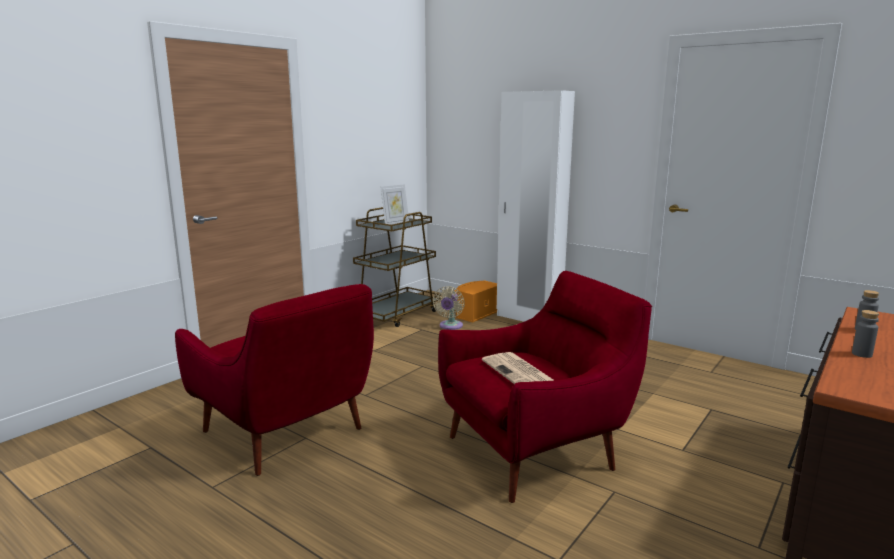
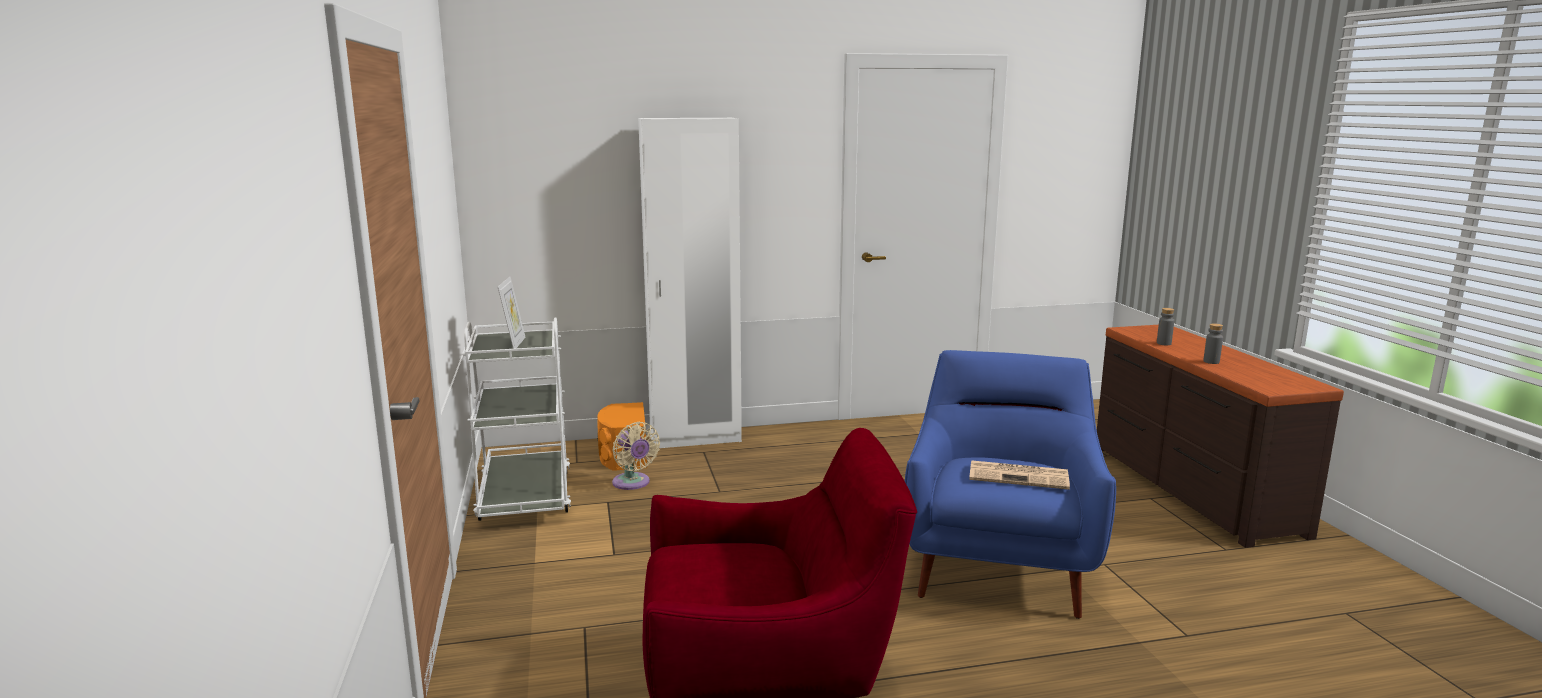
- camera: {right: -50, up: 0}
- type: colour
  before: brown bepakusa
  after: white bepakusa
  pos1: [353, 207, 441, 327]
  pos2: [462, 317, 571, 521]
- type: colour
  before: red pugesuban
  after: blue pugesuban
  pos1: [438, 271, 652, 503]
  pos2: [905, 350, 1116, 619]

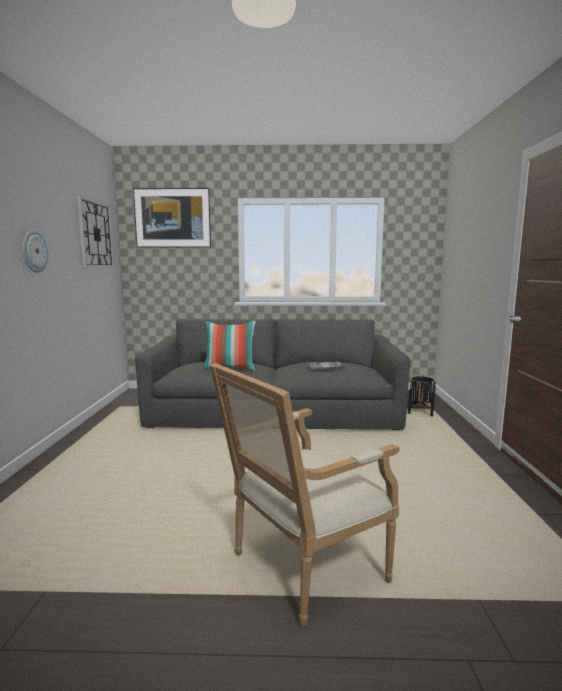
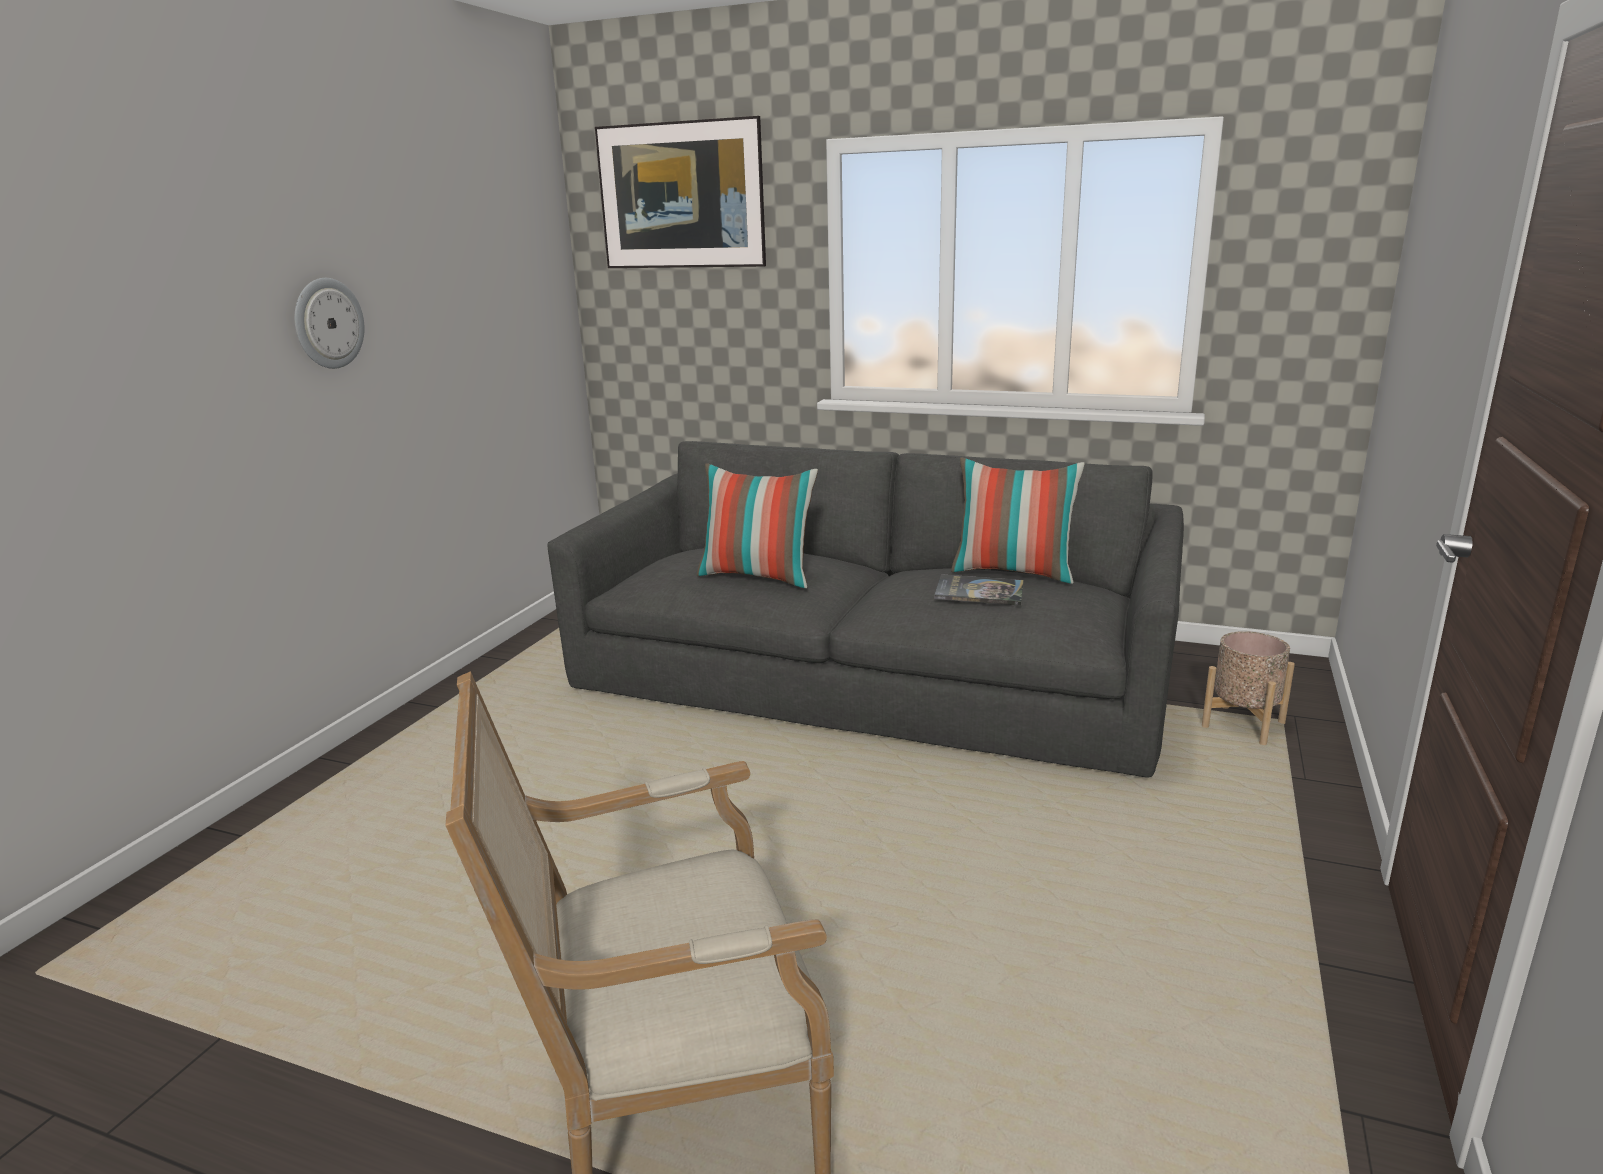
- camera: {right: 20, up: 10}
- type: appeared
  after: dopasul
  pos2: [951, 458, 1085, 584]
- type: colour
  before: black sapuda
  after: beige sapuda
  pos1: [408, 376, 436, 416]
  pos2: [1202, 631, 1295, 745]
- type: missing
  before: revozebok
  pos1: [77, 196, 114, 267]

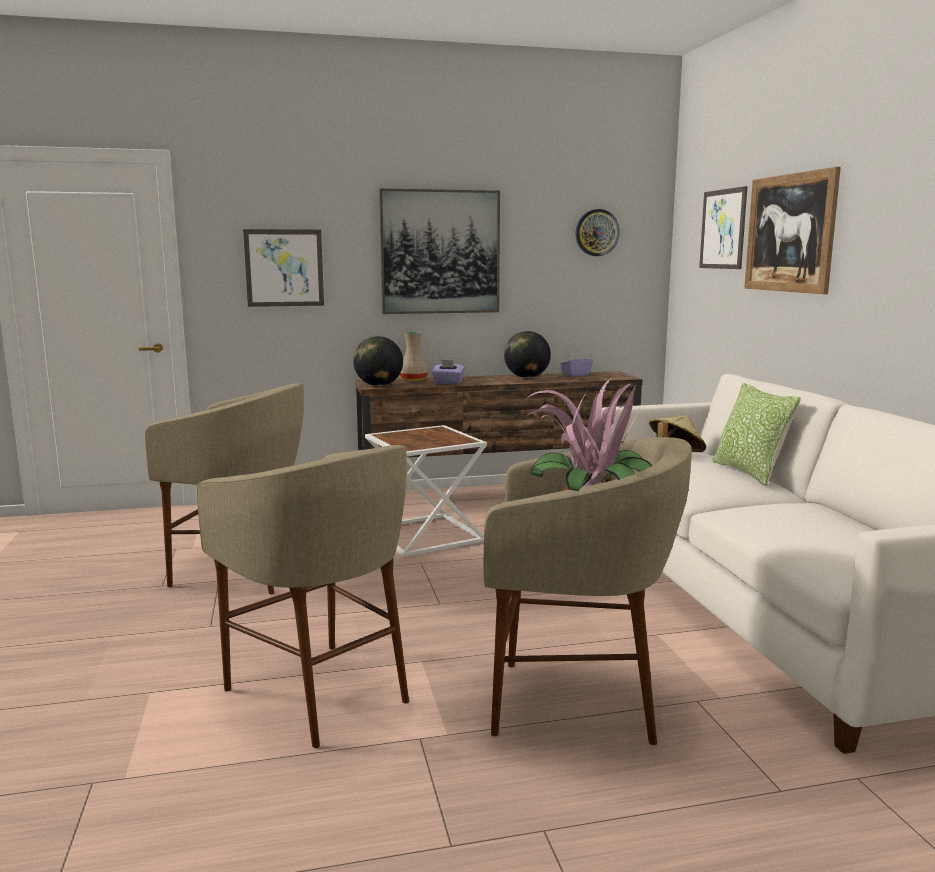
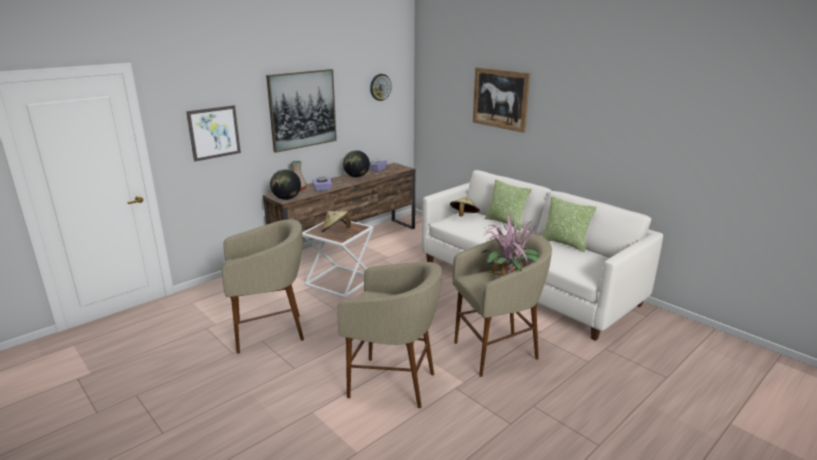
- camera: {right: -30, up: 10}
- type: appeared
  after: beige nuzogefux
  pos2: [322, 211, 351, 232]
- type: appeared
  after: dopasul
  pos2: [542, 196, 596, 252]
- type: missing
  before: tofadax
  pos1: [699, 186, 748, 269]

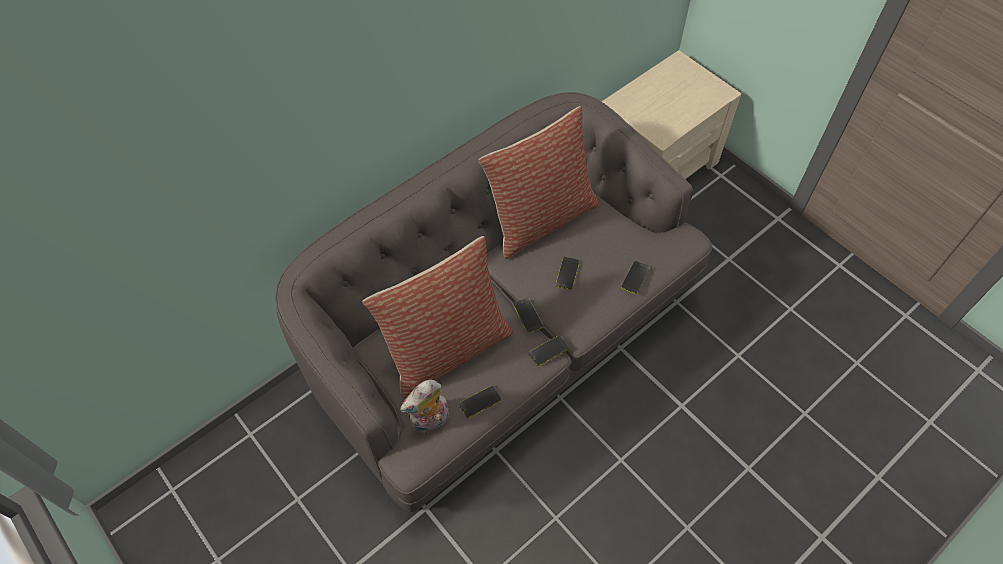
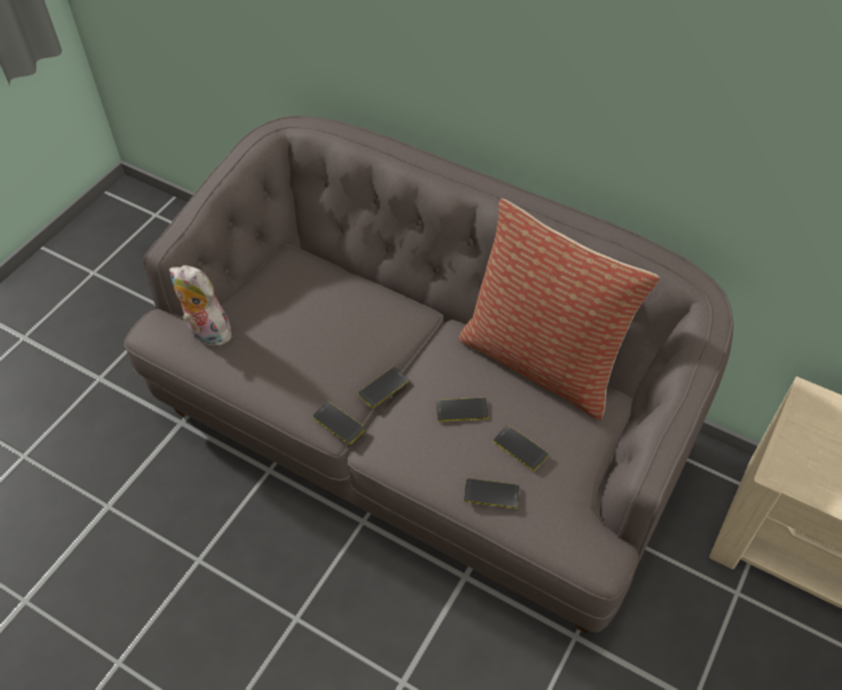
- camera: {right: 70, up: -5}
- type: relocated
  before: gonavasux
  pos1: [459, 386, 501, 418]
  pos2: [493, 425, 548, 471]
- type: missing
  before: dopasul
  pos1: [362, 236, 513, 398]

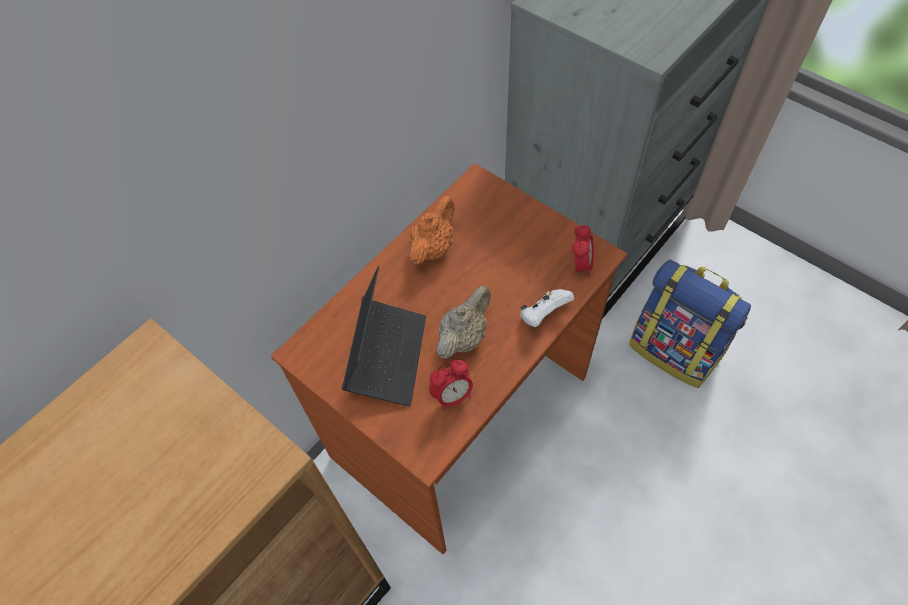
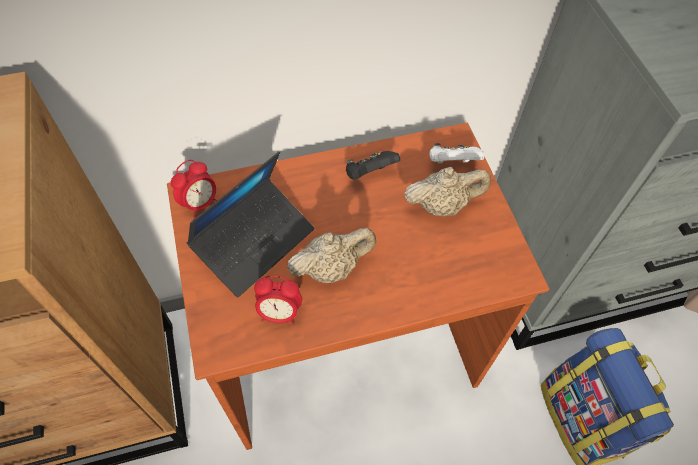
- camera: {right: 30, up: 0}
- type: relocated
  before: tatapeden
  pos1: [572, 225, 594, 277]
  pos2: [171, 160, 217, 217]
- type: exchanged
  before: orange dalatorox
  after: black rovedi
  pos1: [409, 196, 455, 264]
  pos2: [346, 151, 400, 180]
- type: appeared
  after: beige dalatorox
  pos2: [404, 167, 491, 216]
- type: relocated
  before: white rovedi
  pos1: [520, 289, 574, 327]
  pos2: [429, 143, 484, 164]

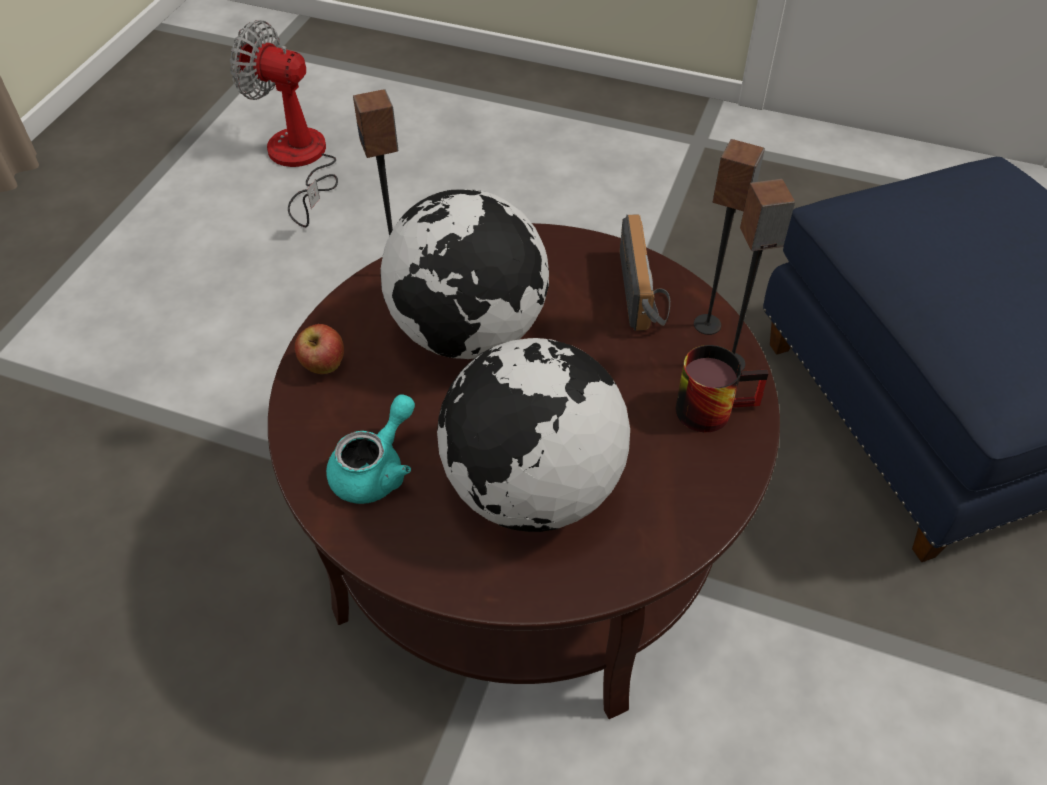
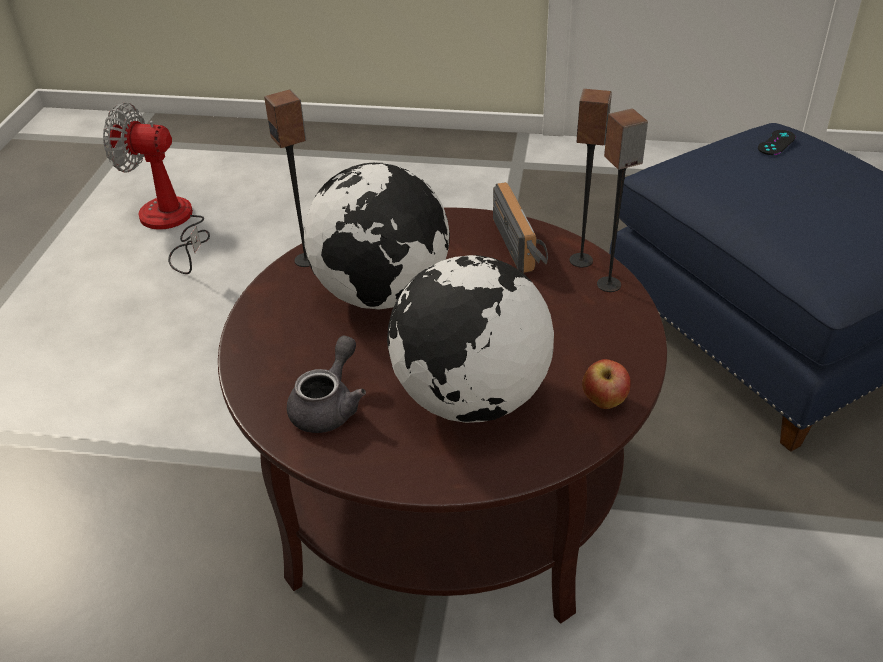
- camera: {right: -10, up: -10}
- type: colour
  before: turquoise dalatorox
  after: grey dalatorox
  pos1: [326, 394, 415, 504]
  pos2: [287, 335, 366, 433]
- type: relocated
  before: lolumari
  pos1: [295, 324, 344, 374]
  pos2: [582, 359, 631, 409]
- type: appeared
  after: black rovedi
  pos2: [758, 130, 796, 155]
- type: missing
  before: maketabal
  pos1: [675, 345, 768, 432]

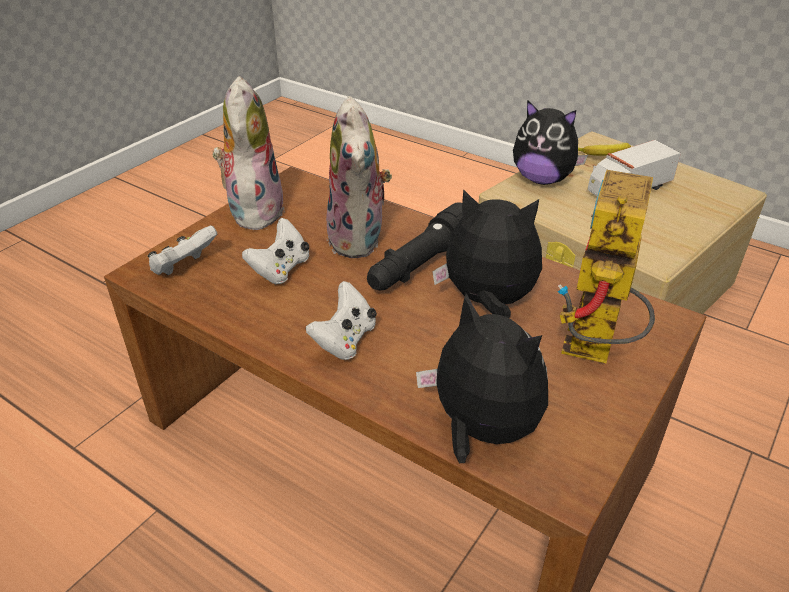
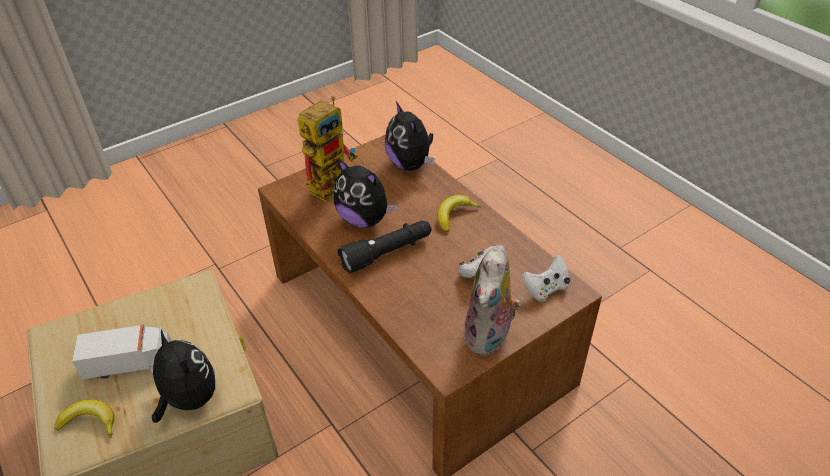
- camera: {right: -160, up: 5}
- type: exchanged
  before: white rovedi
  after: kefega
  pos1: [306, 281, 377, 360]
  pos2: [438, 195, 481, 233]
- type: missing
  before: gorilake
  pos1: [326, 96, 392, 258]

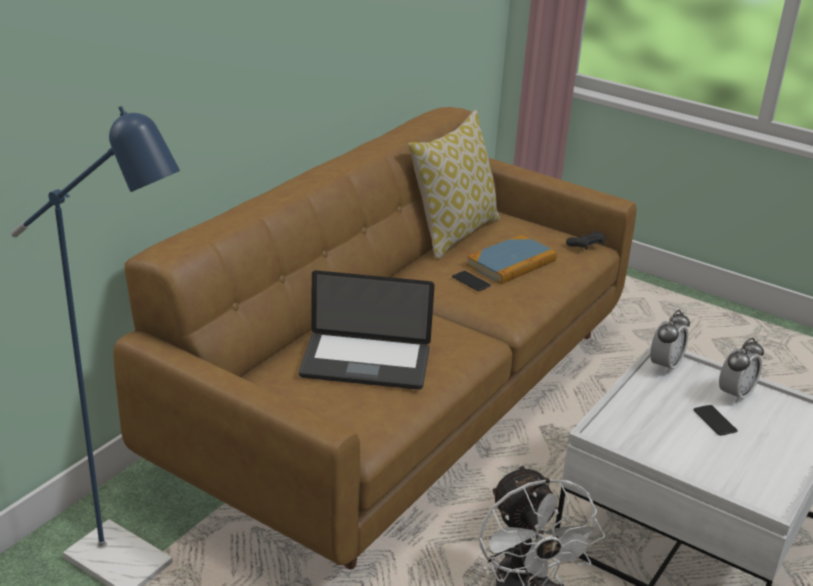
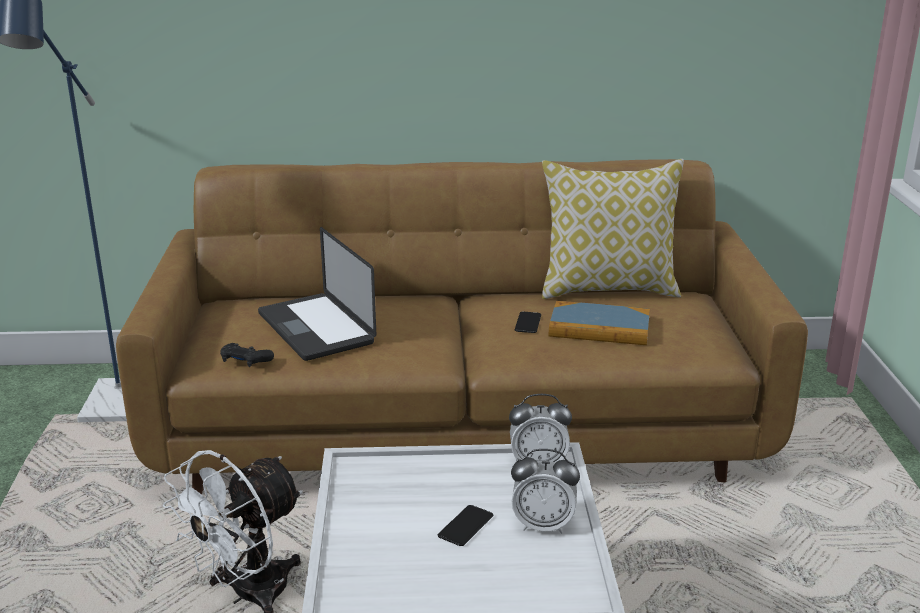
- camera: {right: 55, up: -5}
- type: relocated
  before: black rovedi
  pos1: [566, 231, 605, 250]
  pos2: [220, 343, 274, 367]

